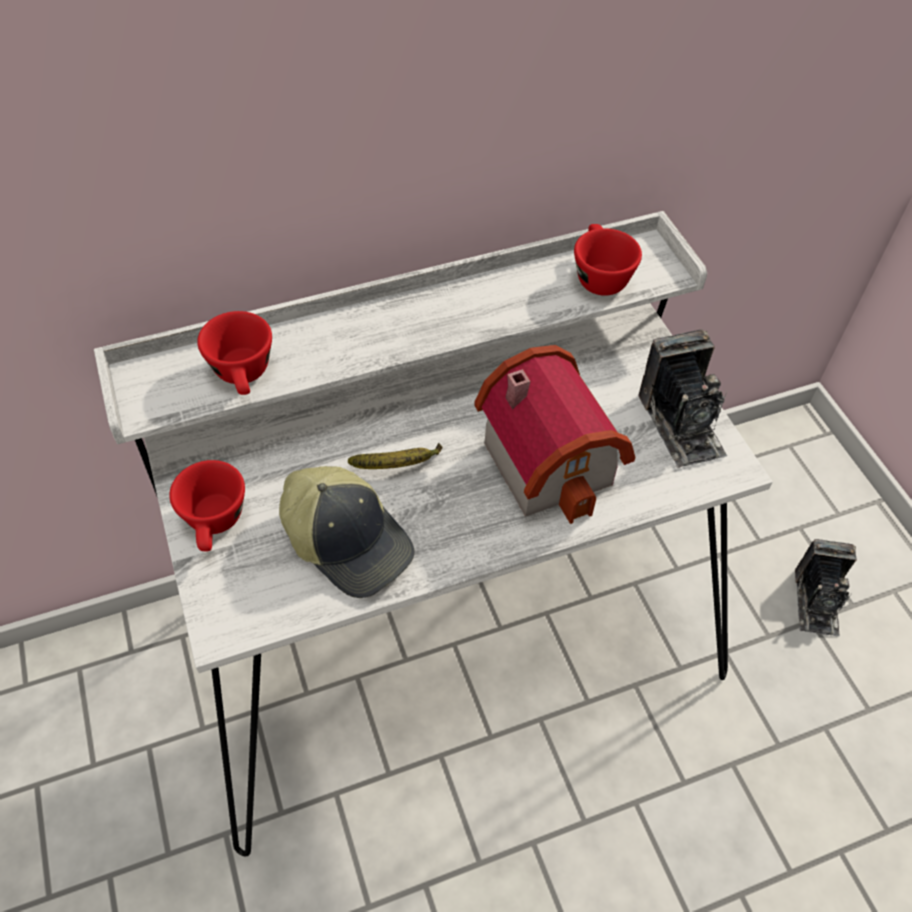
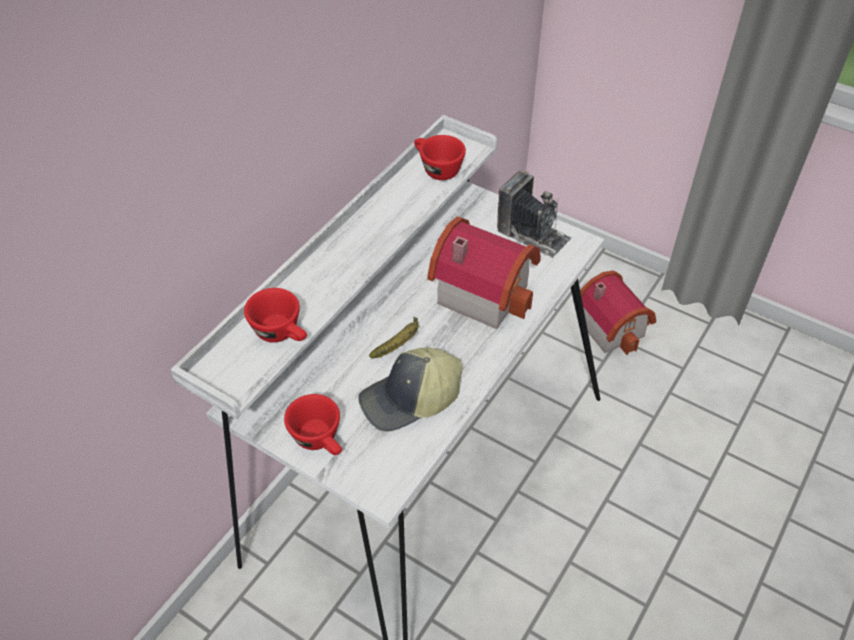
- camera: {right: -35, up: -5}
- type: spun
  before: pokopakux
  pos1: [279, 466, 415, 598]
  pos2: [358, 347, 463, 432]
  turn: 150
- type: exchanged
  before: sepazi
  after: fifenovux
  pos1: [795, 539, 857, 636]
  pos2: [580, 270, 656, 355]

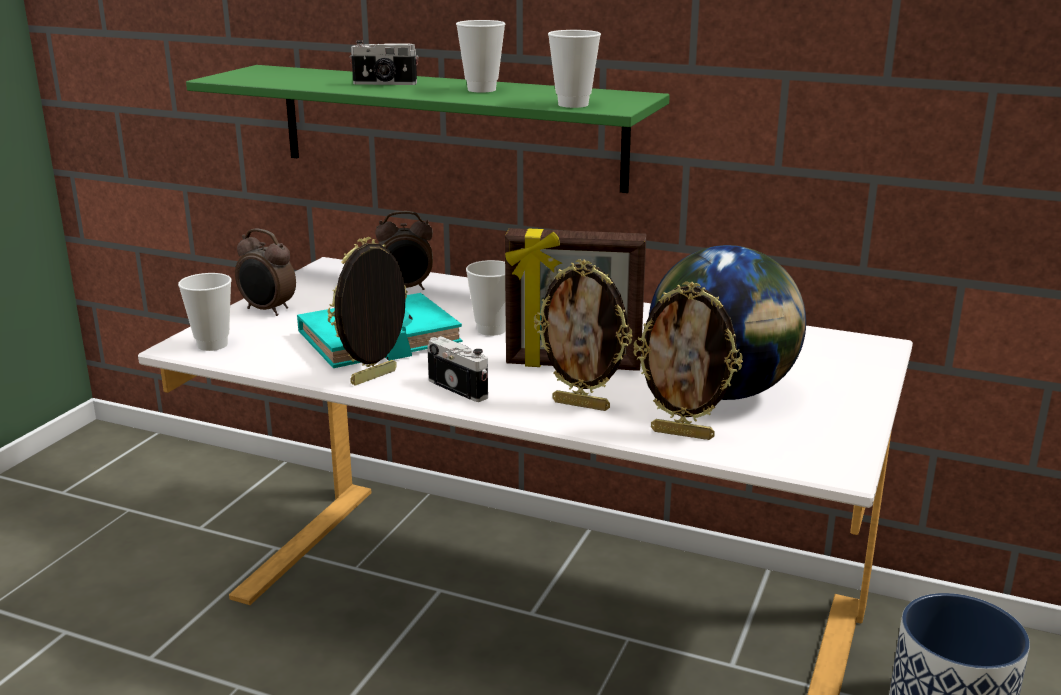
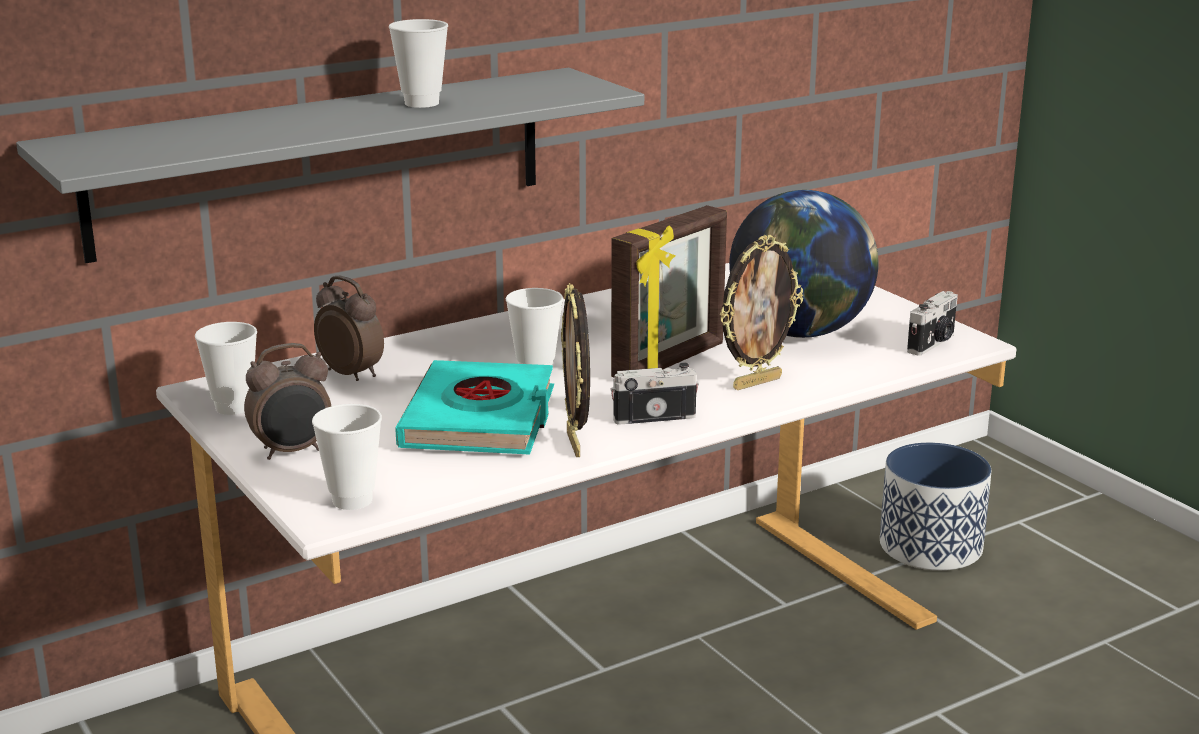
- camera: {right: -55, up: 0}
- type: colour
  before: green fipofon
  after: grey fipofon
  pos1: [186, 65, 670, 193]
  pos2: [16, 68, 644, 263]
- type: relocated
  before: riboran
  pos1: [548, 30, 601, 108]
  pos2: [195, 322, 257, 415]
- type: spun
  before: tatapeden
  pos1: [375, 211, 433, 290]
  pos2: [314, 276, 384, 381]
  turn: -75
- type: relocated
  before: sepazi
  pos1: [350, 40, 418, 85]
  pos2: [907, 291, 958, 356]
- type: missing
  before: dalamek
  pos1: [633, 282, 743, 440]

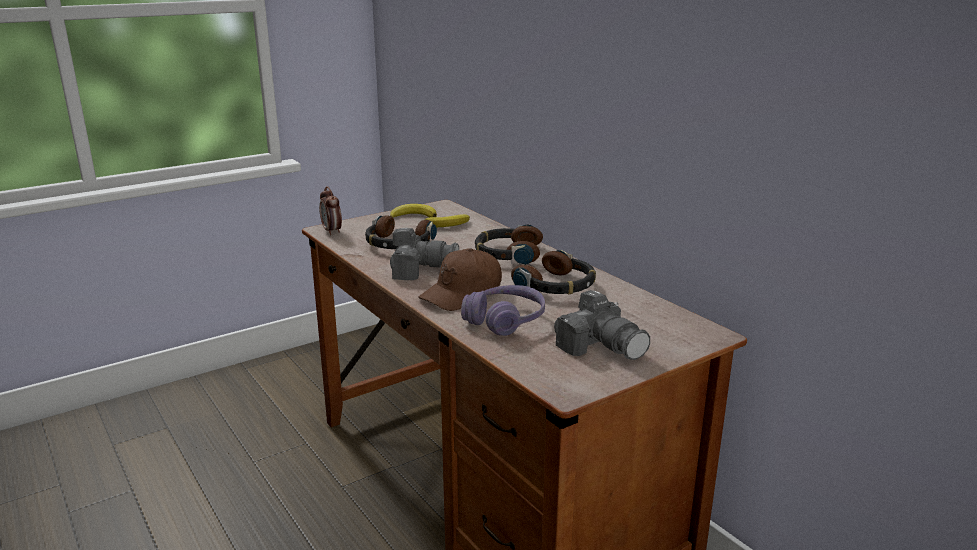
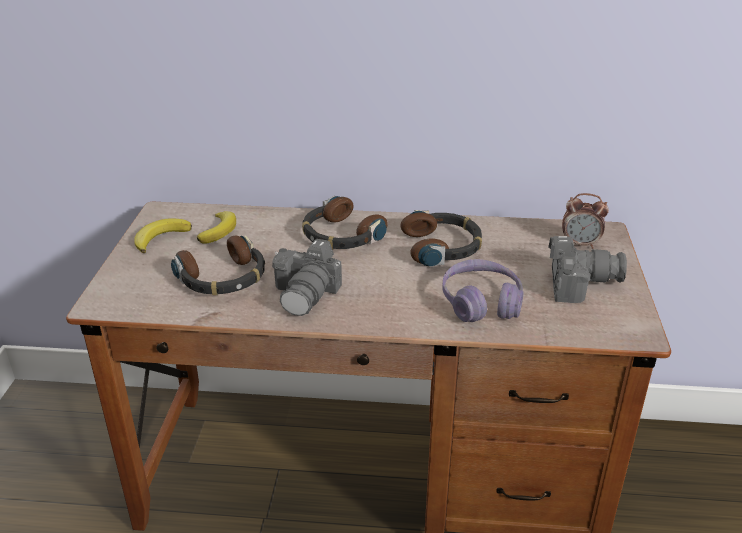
- camera: {right: -50, up: 10}
- type: spun
  before: sepazi
  pos1: [390, 228, 459, 280]
  pos2: [272, 239, 342, 316]
  turn: 150
- type: relocated
  before: tatapeden
  pos1: [319, 186, 342, 235]
  pos2: [562, 193, 609, 249]
- type: missing
  before: brown pokopakux
  pos1: [418, 248, 502, 311]

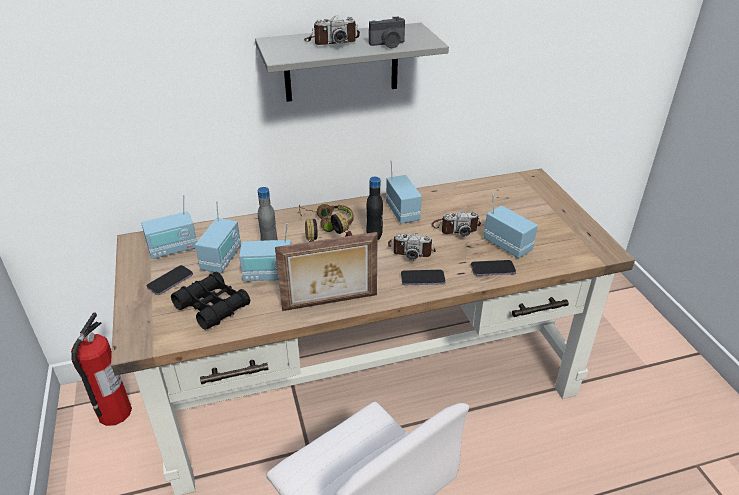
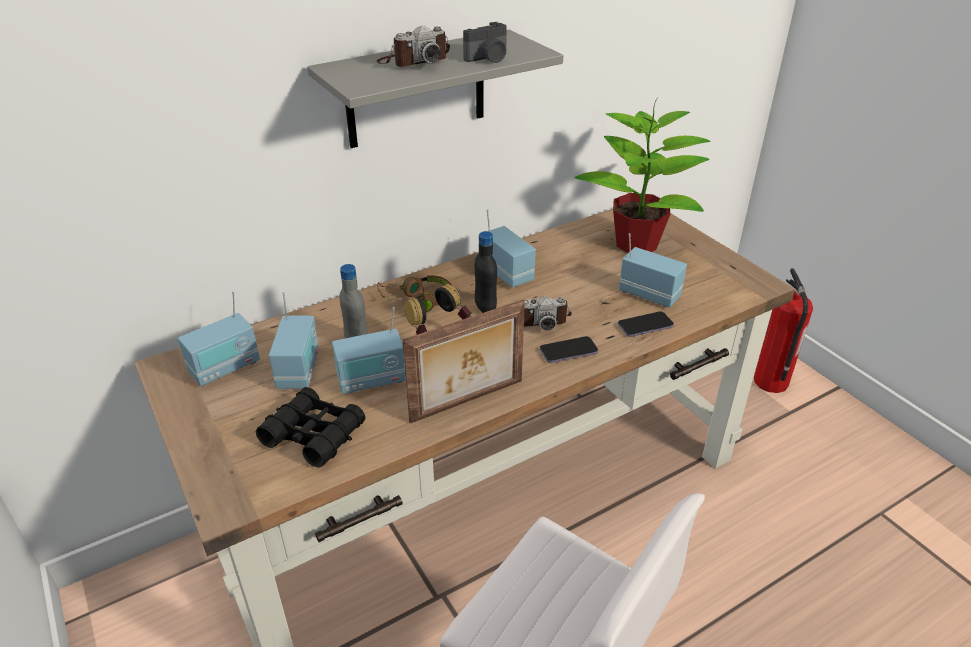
- camera: {right: -15, up: 0}
- type: appeared
  after: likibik
  pos2: [574, 99, 710, 253]
- type: relocated
  before: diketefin
  pos1: [71, 312, 132, 426]
  pos2: [754, 268, 813, 393]
- type: missing
  before: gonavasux
  pos1: [147, 265, 193, 295]
- type: missing
  before: sepazi
  pos1: [431, 211, 481, 236]

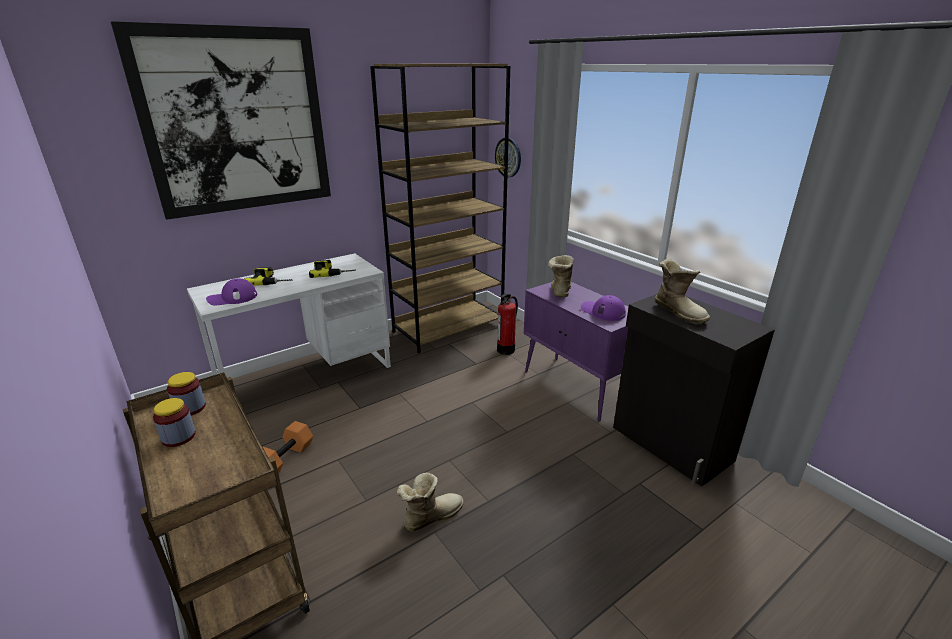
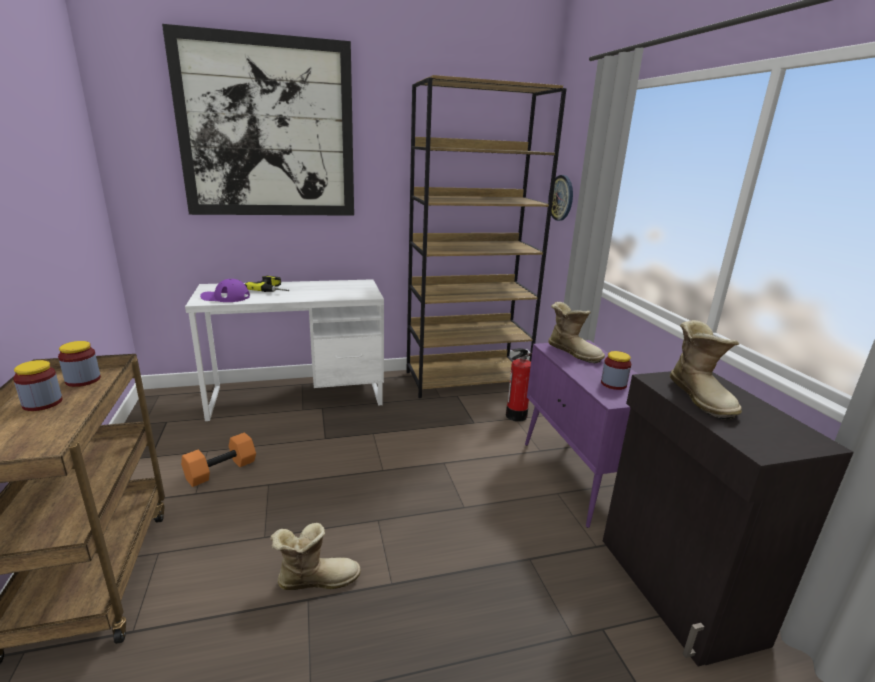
- camera: {right: 20, up: -5}
- type: spun
  before: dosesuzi
  pos1: [548, 255, 574, 297]
  pos2: [548, 302, 605, 363]
  turn: 105
- type: exchanged
  before: purple pokopakux
  after: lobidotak
  pos1: [581, 295, 626, 321]
  pos2: [601, 351, 631, 390]
- type: missing
  before: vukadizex
  pos1: [309, 260, 356, 278]

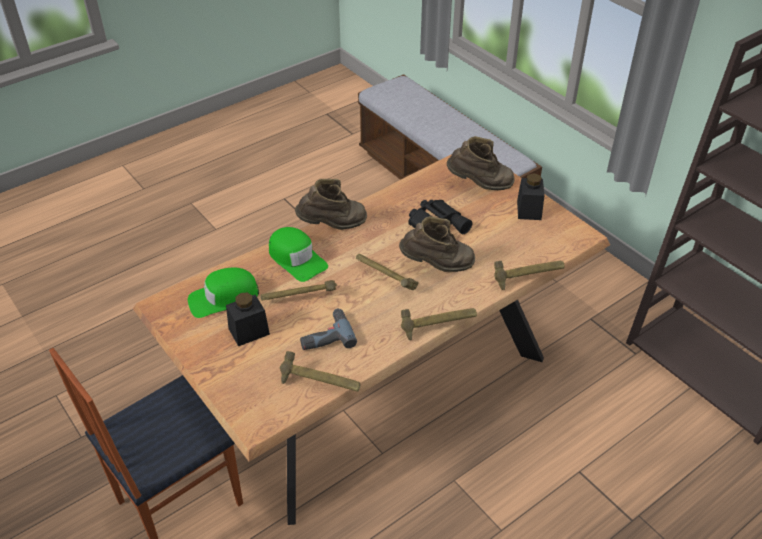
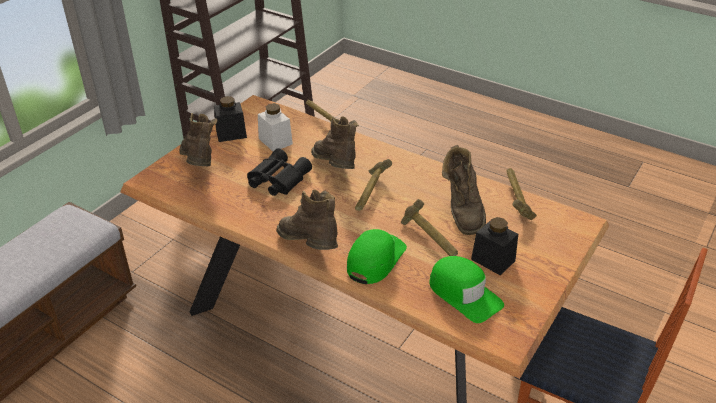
- camera: {right: -110, up: -5}
- type: appeared
  after: white lobidotak
  pos2: [258, 103, 293, 152]
- type: exchanged
  before: vukadizex
  after: brown dosesuzi
  pos1: [300, 308, 357, 350]
  pos2: [442, 145, 486, 235]
- type: missing
  before: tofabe
  pos1: [401, 308, 477, 340]

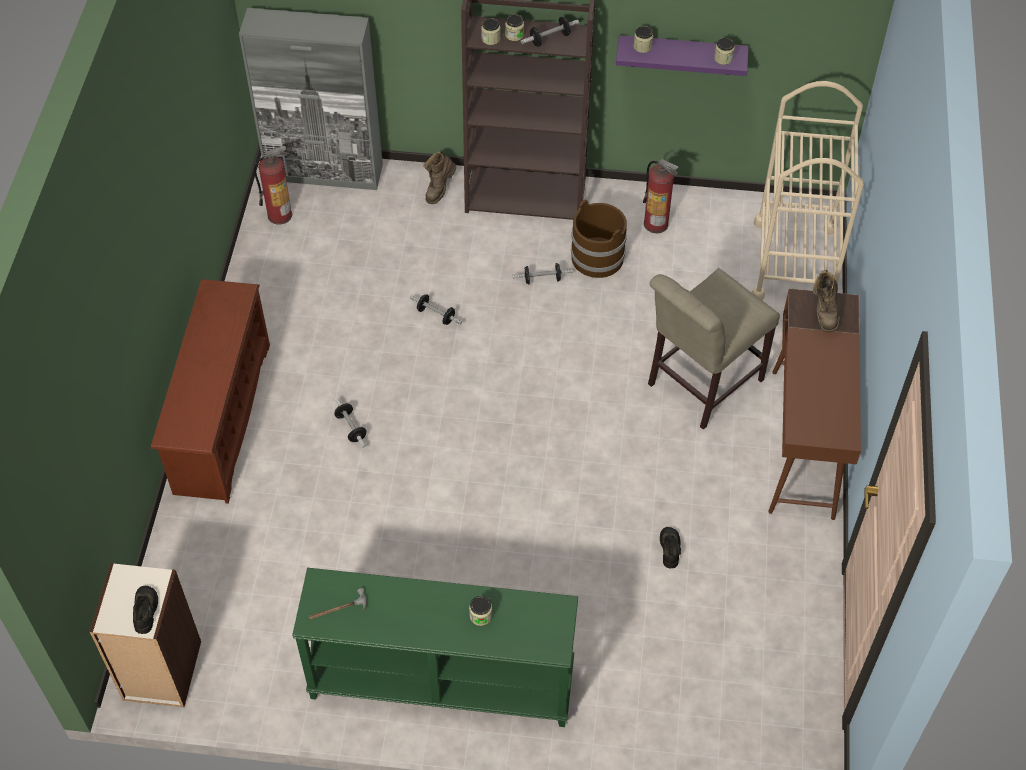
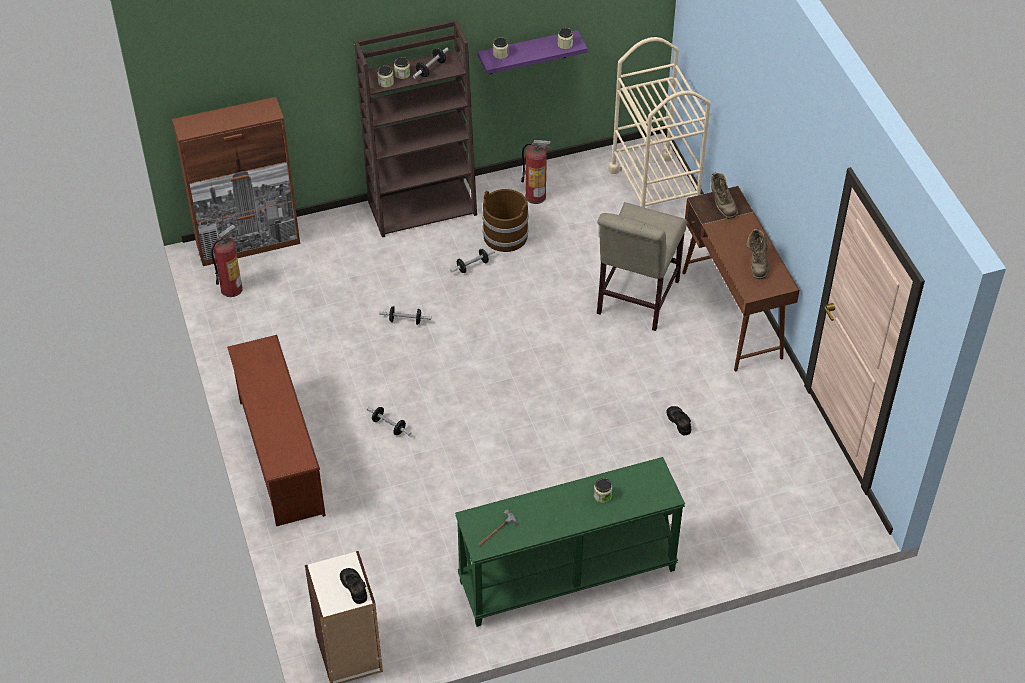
- camera: {right: -25, up: -5}
- type: colour
  before: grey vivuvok
  after: brown vivuvok
  pos1: [239, 8, 383, 190]
  pos2: [172, 97, 300, 266]
- type: relocated
  before: brown dosesuzi
  pos1: [423, 151, 457, 204]
  pos2: [746, 228, 769, 279]

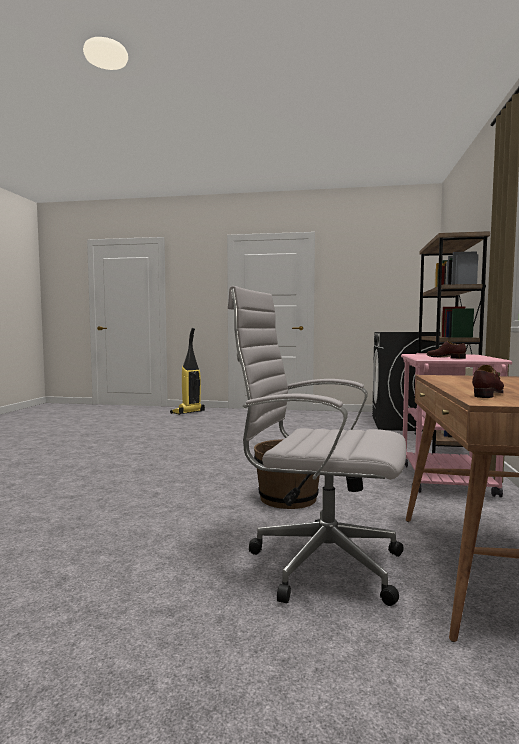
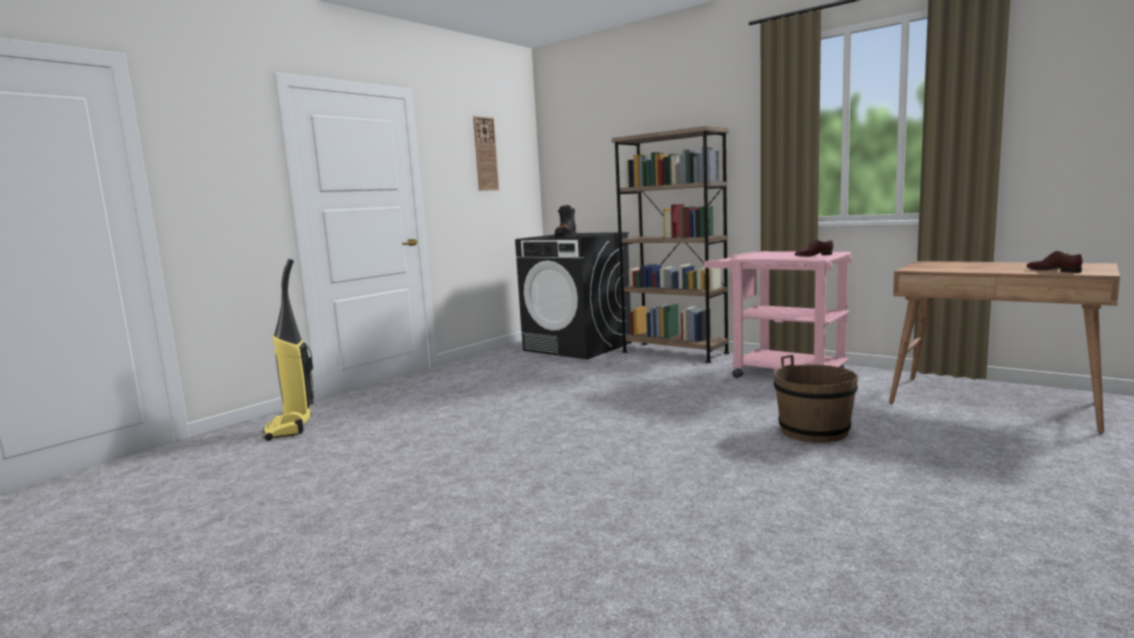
- camera: {right: -60, up: 5}
- type: appeared
  after: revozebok
  pos2: [473, 116, 499, 191]
- type: appeared
  after: black dosesuzi
  pos2: [555, 205, 576, 237]
- type: missing
  before: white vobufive
  pos1: [228, 286, 406, 606]

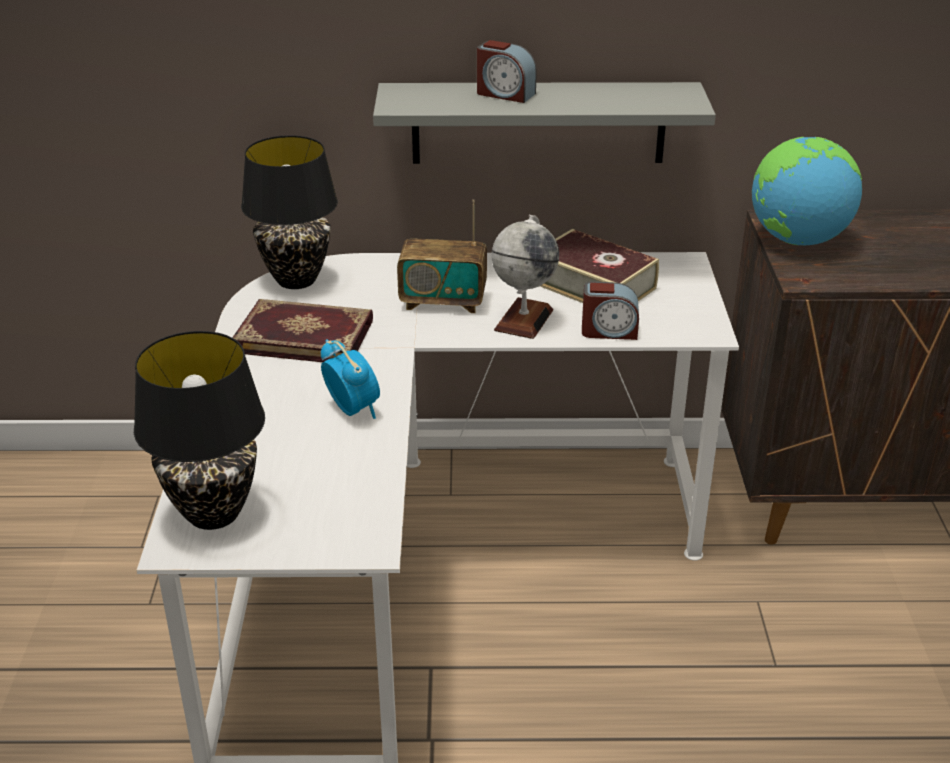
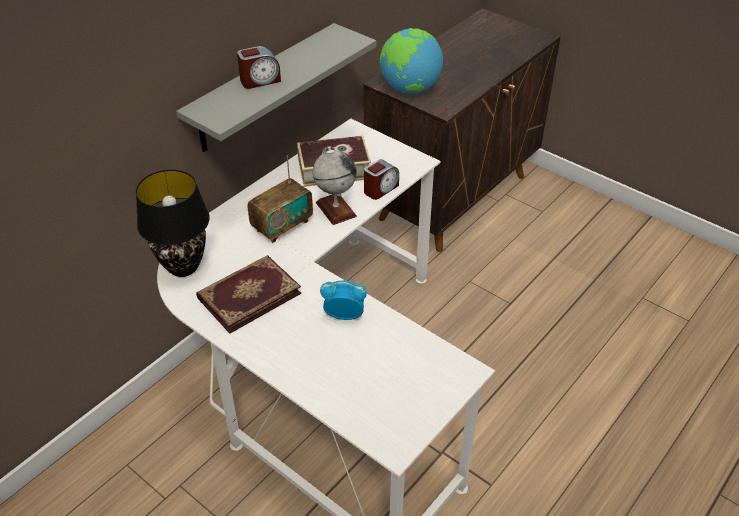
- camera: {right: -50, up: 10}
- type: missing
  before: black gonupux
  pos1: [134, 331, 265, 530]

